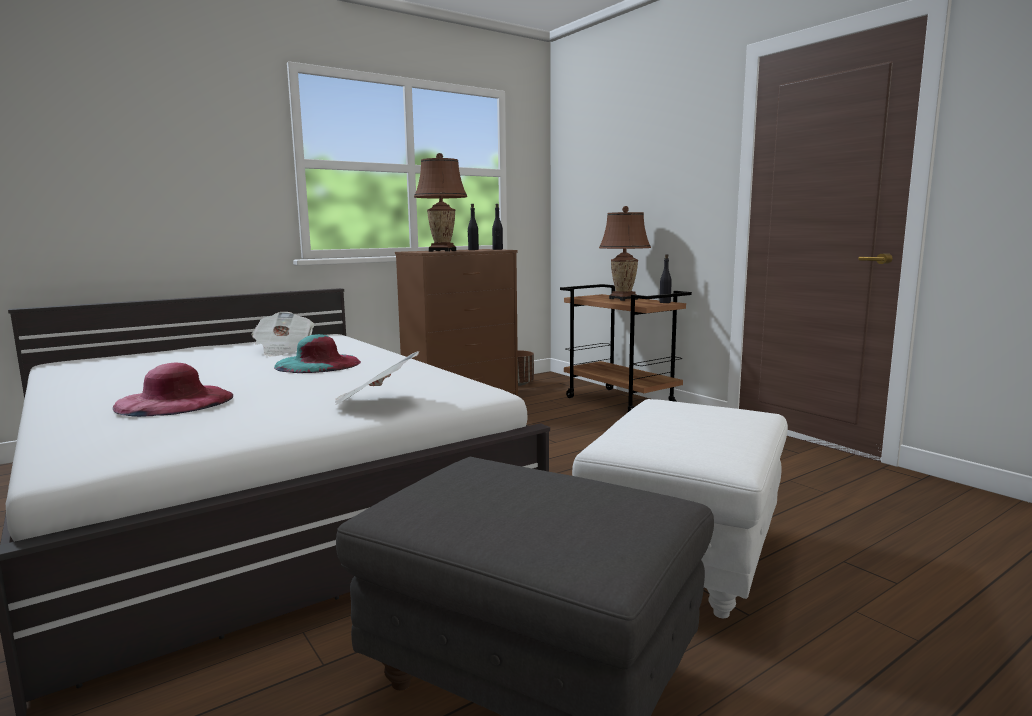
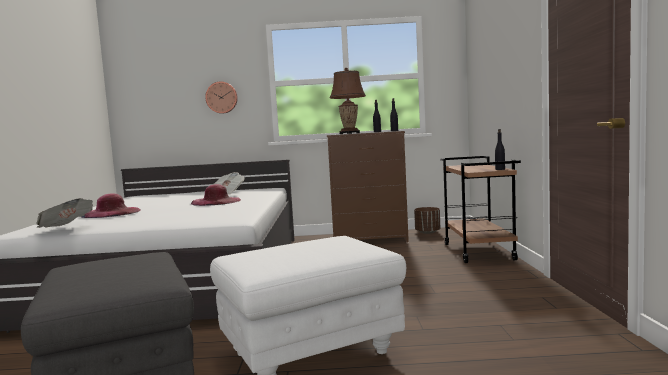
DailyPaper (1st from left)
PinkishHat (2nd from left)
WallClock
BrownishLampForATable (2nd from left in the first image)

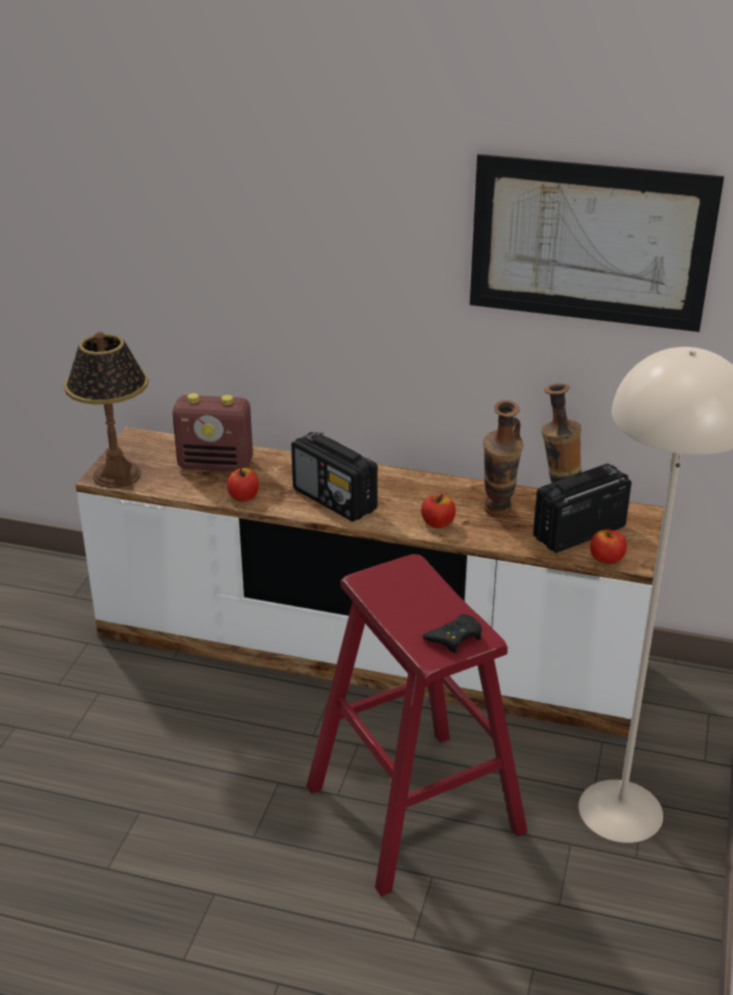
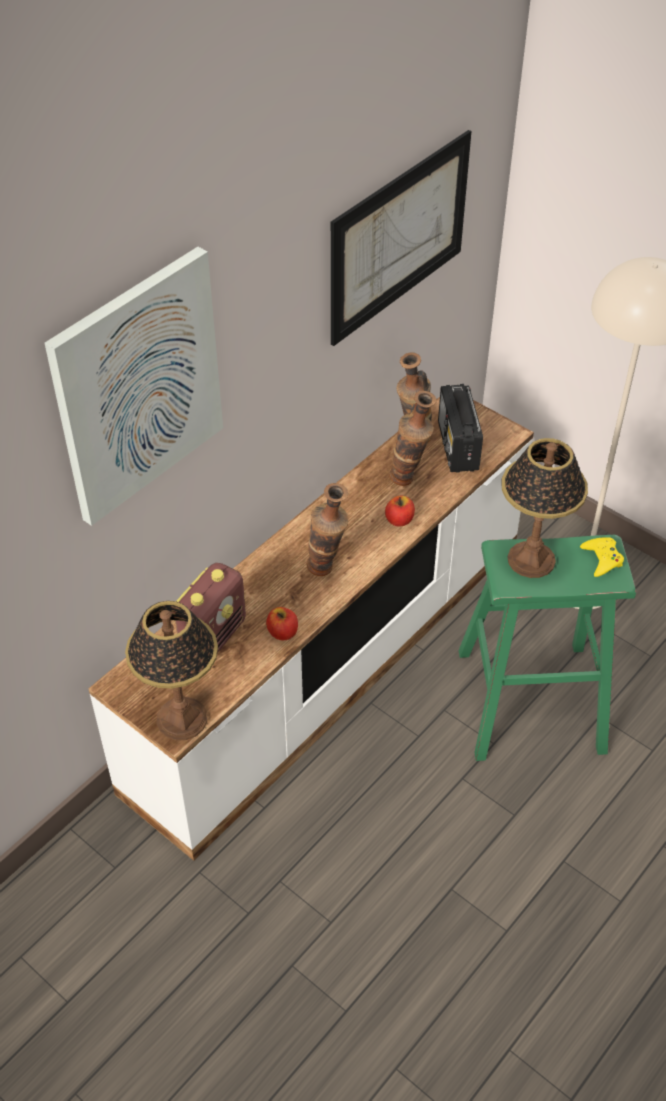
WallArt (1st from left)
Vase (1st from left)
GreenishStool
LampForATable (2nd from left)
YellowColouredGameController
AppleFruit (3rd from left in the first image)

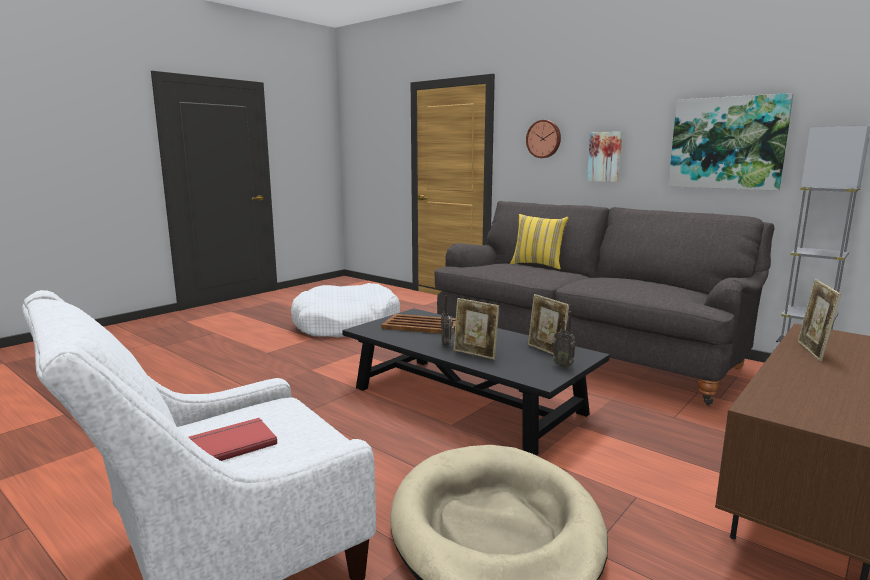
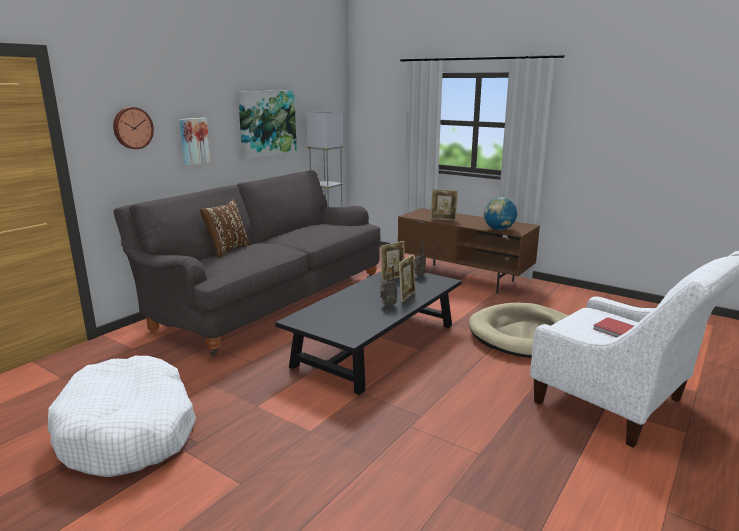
BrownishPillow
Globe
BrownishTray

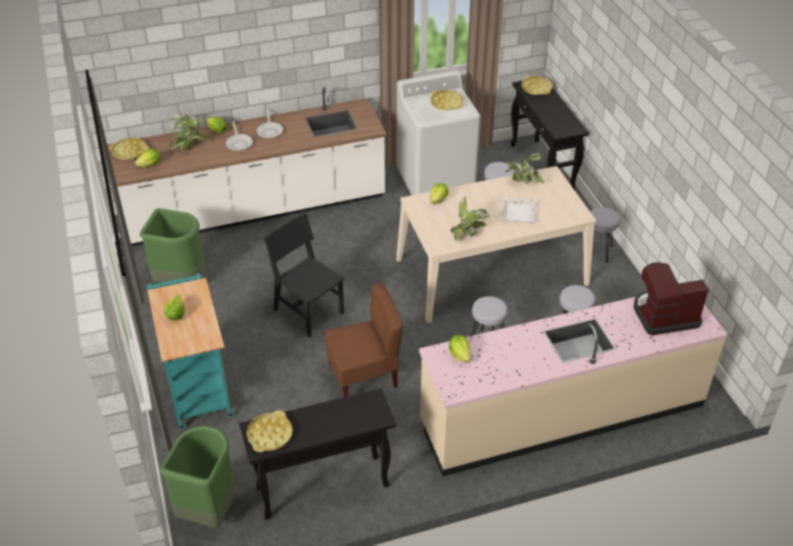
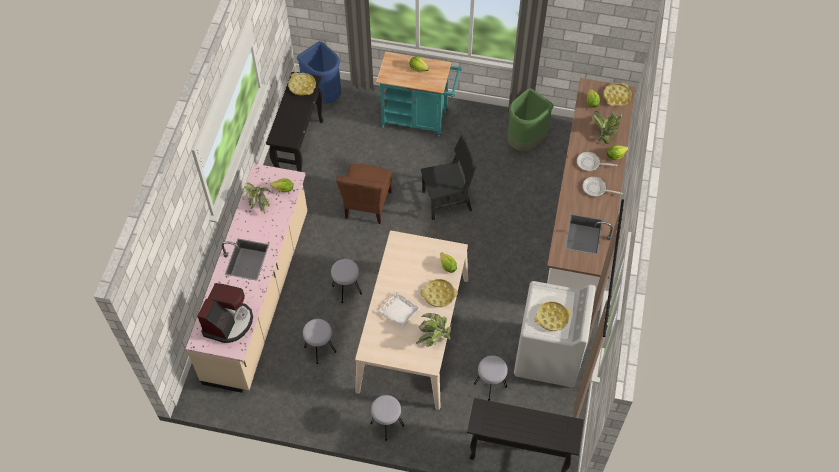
PottedPlant (1st from left)
BlueTrashCan
YellowColouredTray (2nd from left)

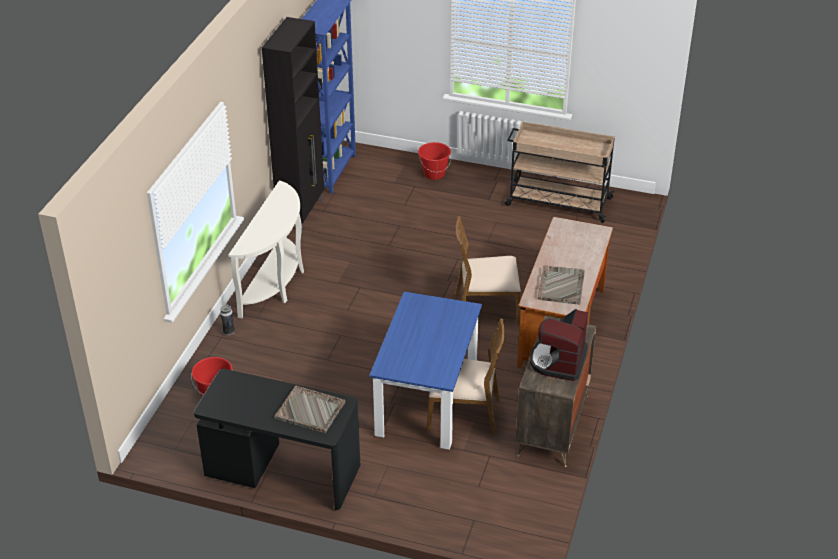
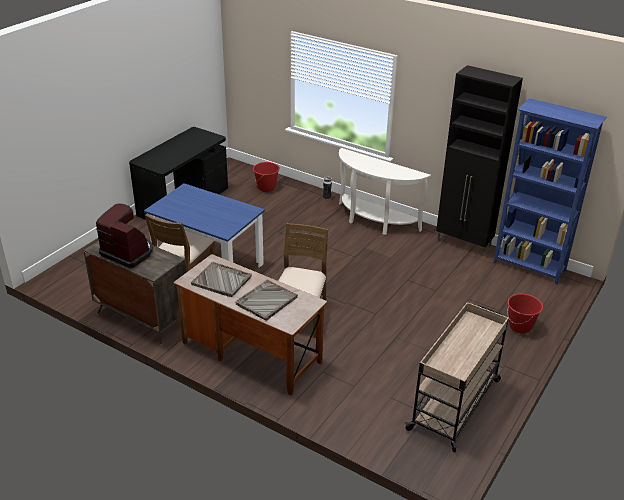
GreyishTray (2nd from left)

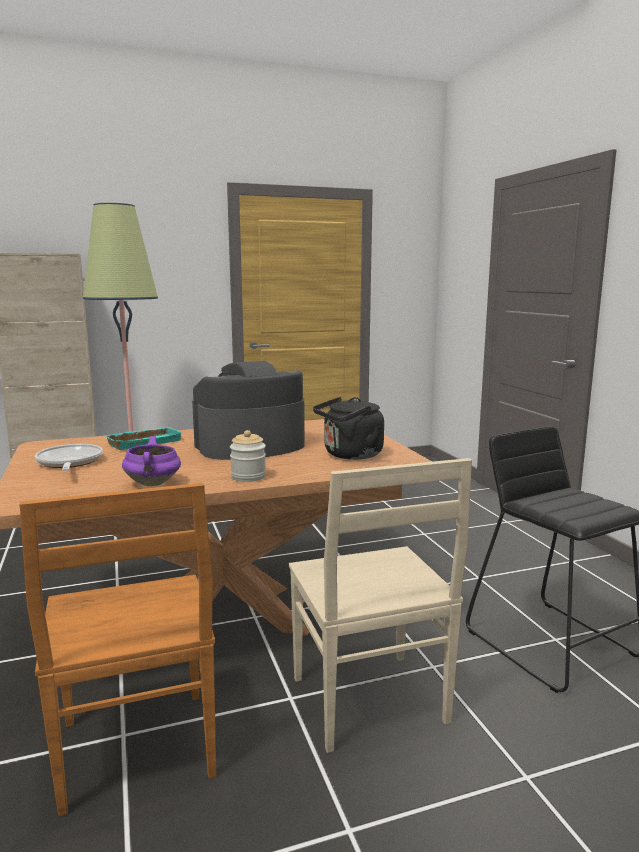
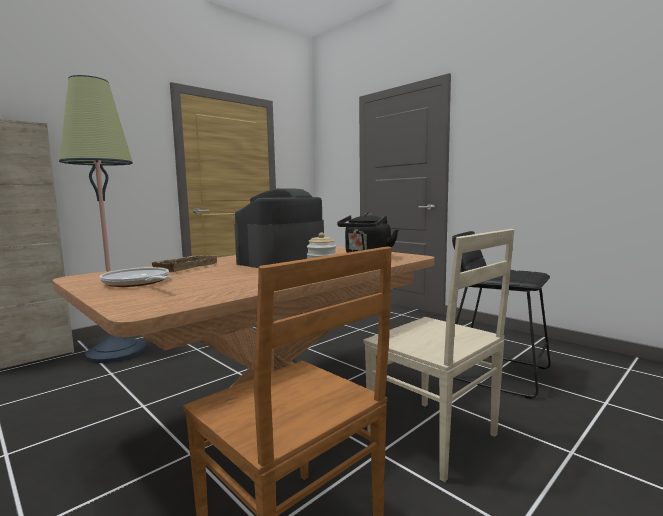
SandColouredTray
PurpleCookingPot

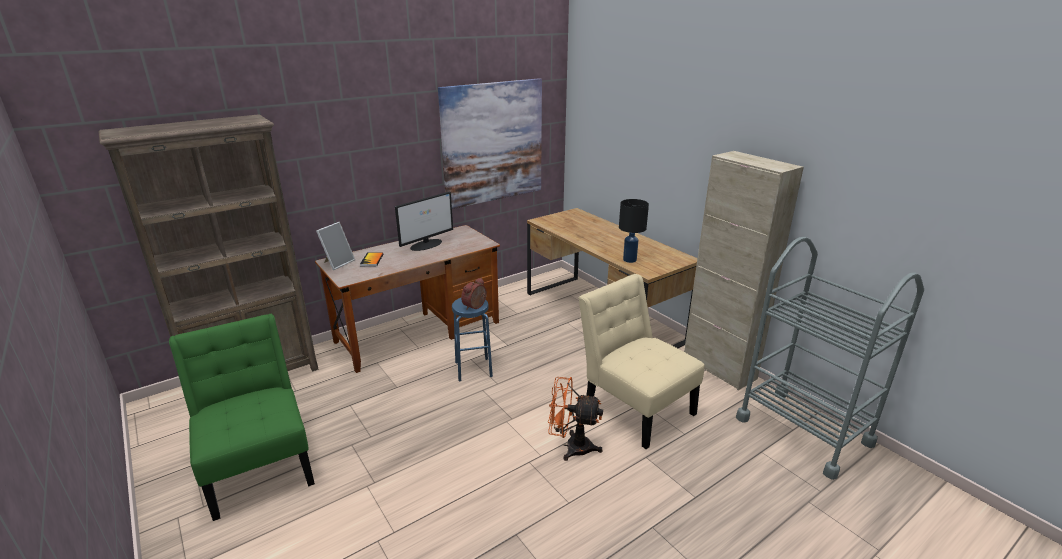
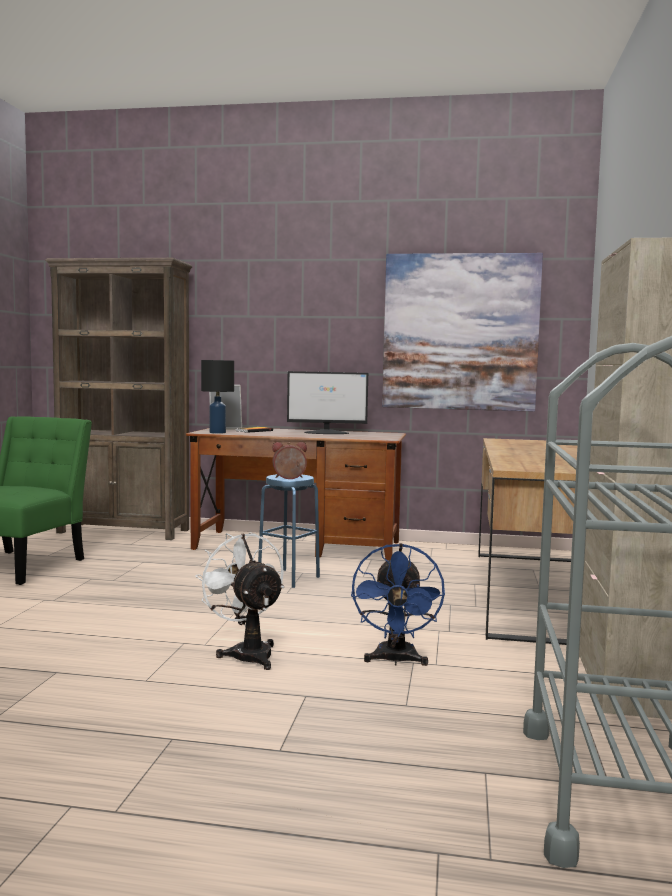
WhiteElectricFan
BlackColouredLampForATable
BlueElectricFan

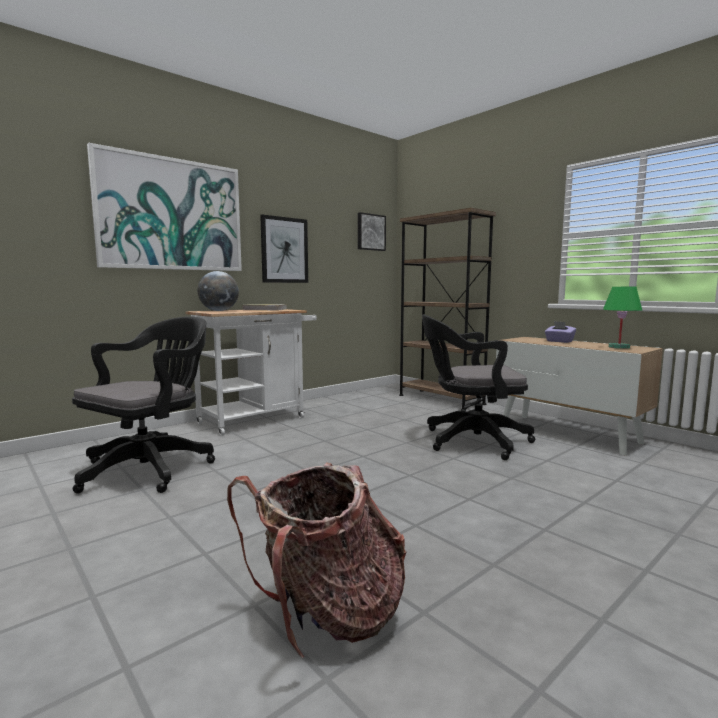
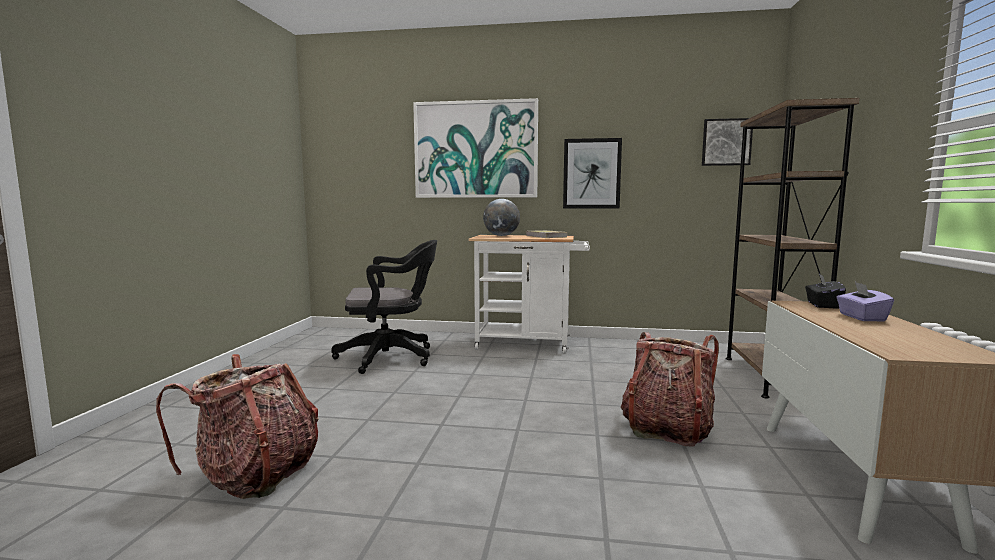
Rucksack (2nd from left)
BlackColouredTissueBox
GreenishLampForATable

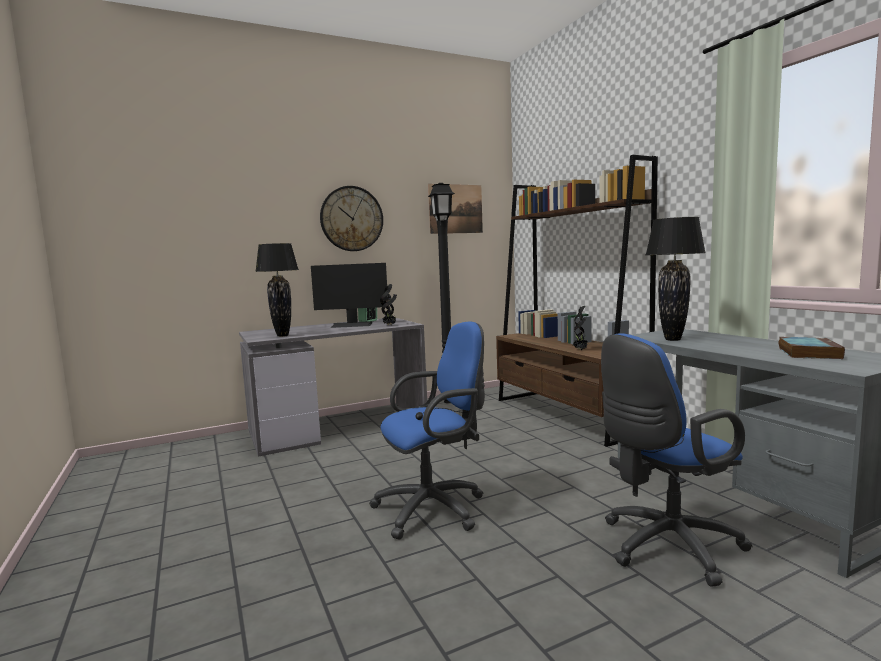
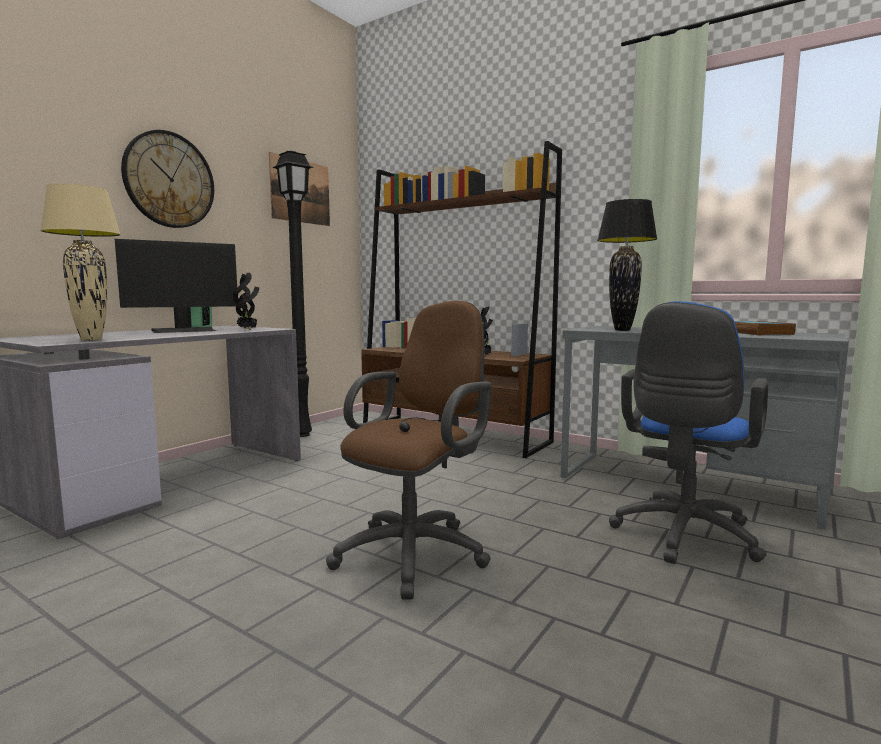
SandColouredLampForATable
BrownishDeskChair

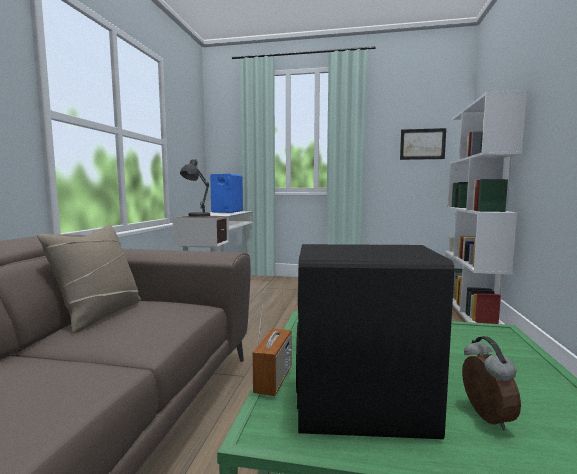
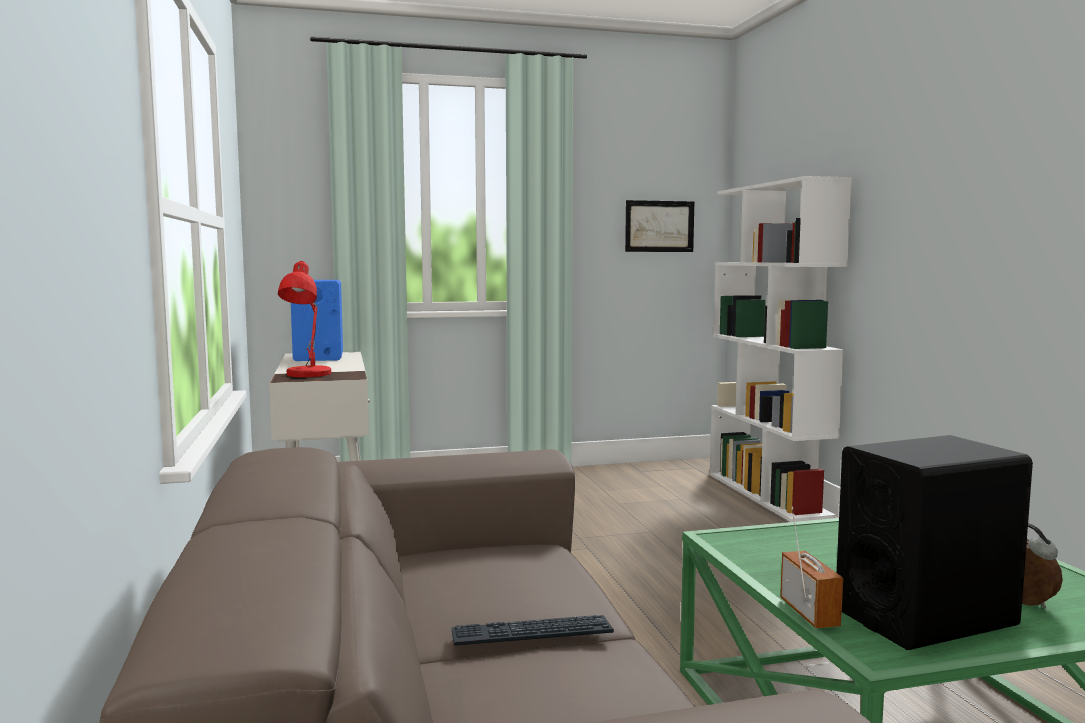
RedLampForATable
PcKeyboard
SandColouredPillow

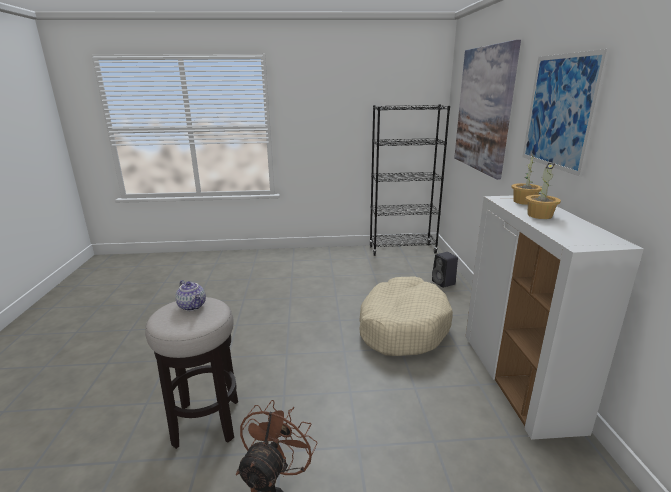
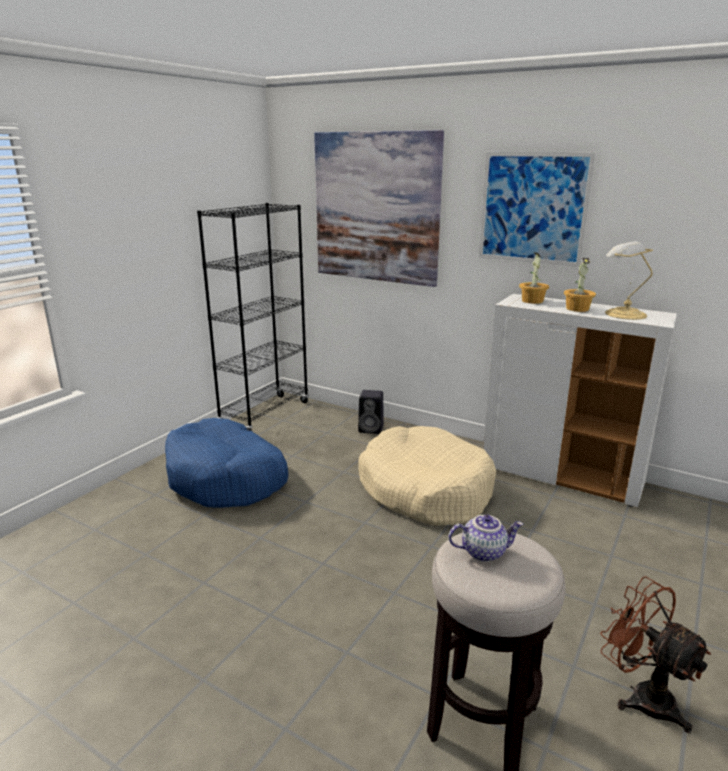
BlueDogBed
LampForATable

